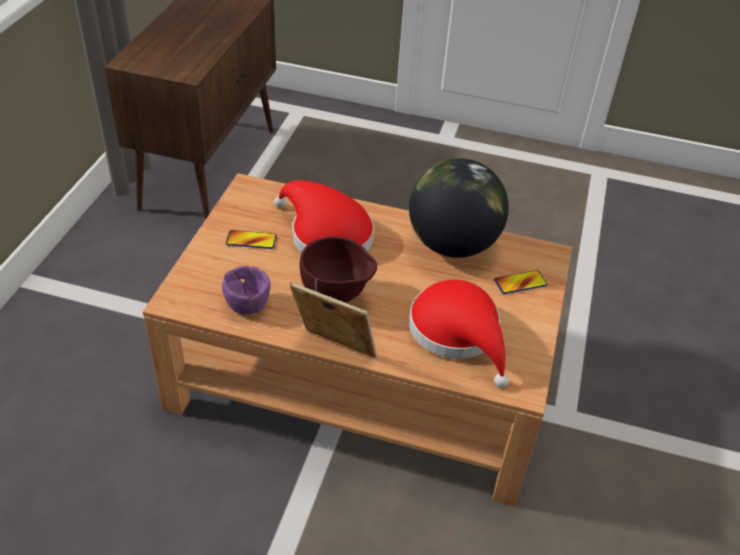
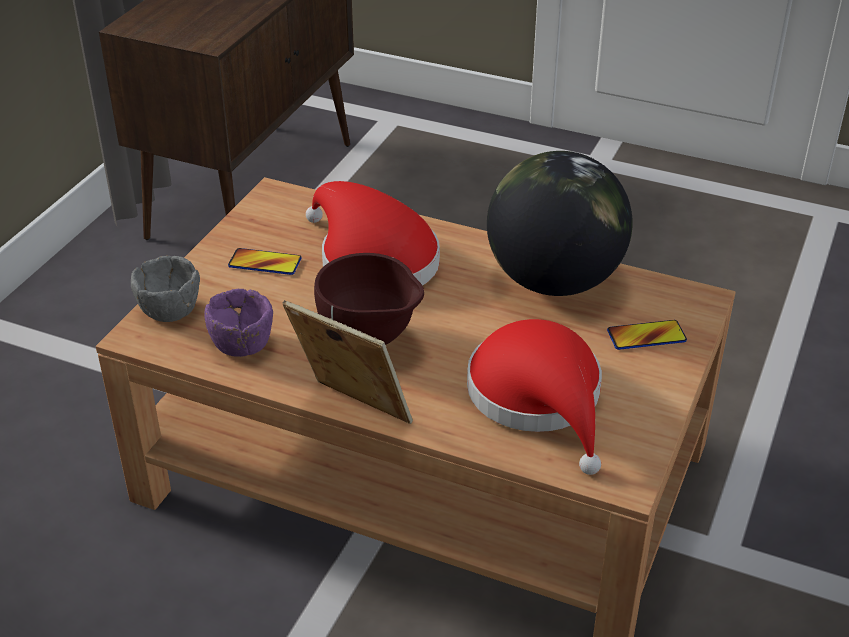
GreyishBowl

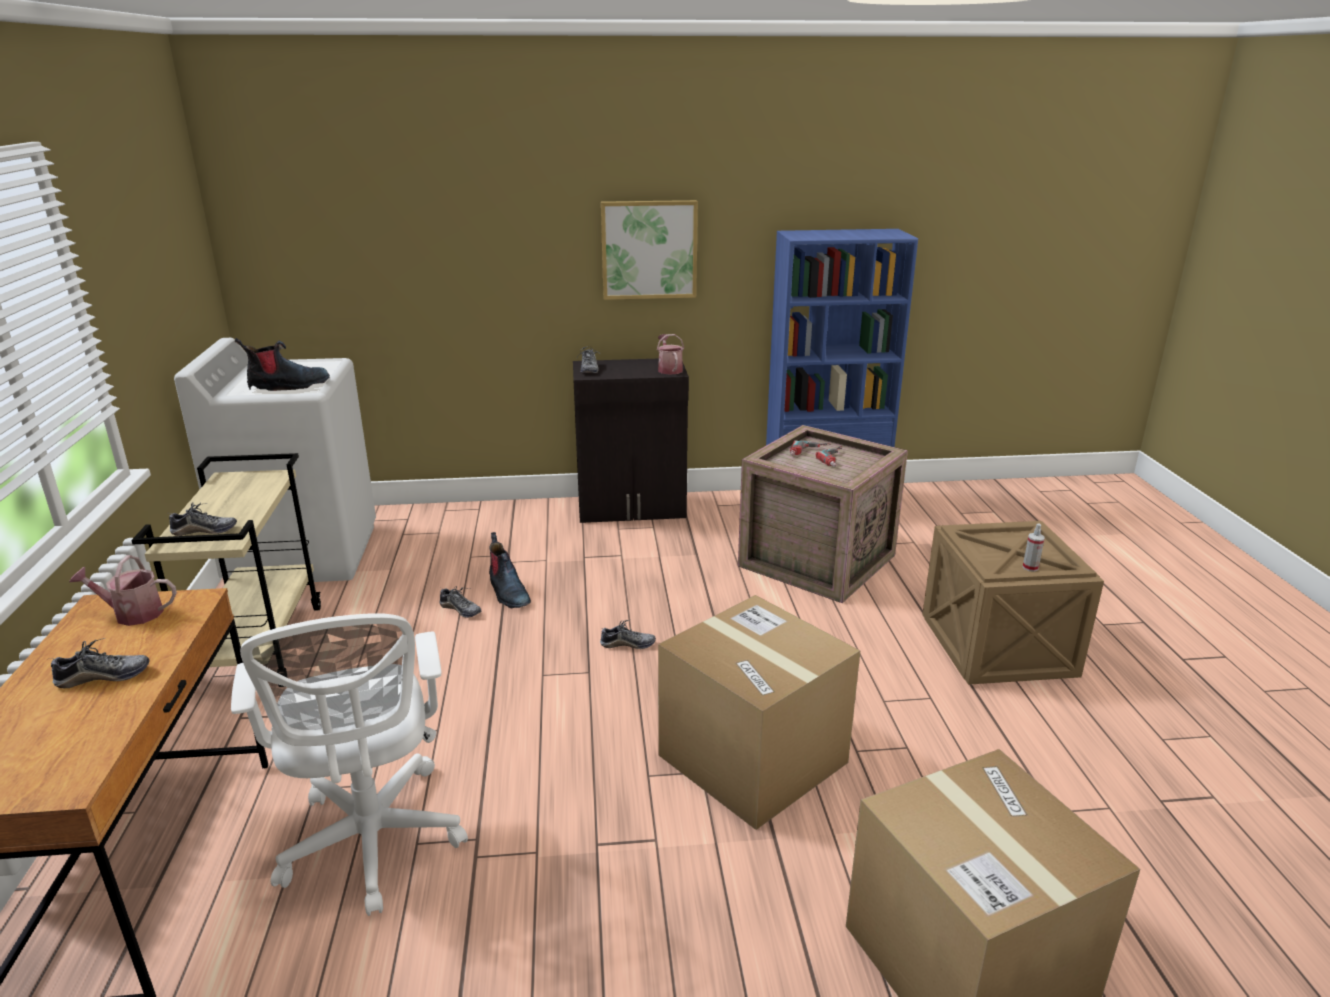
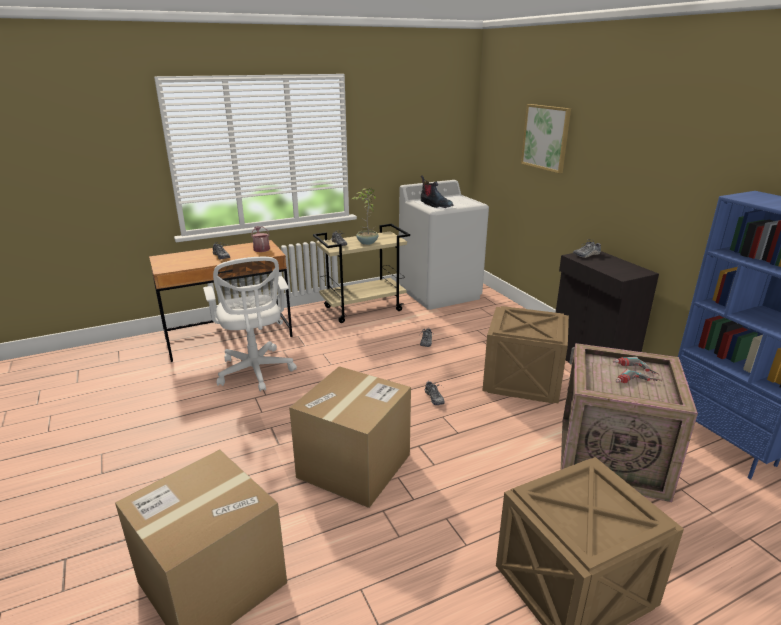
WhiteDeskChair
PottedPlant
PackingCrate (1st from left)
WallArt
HighTopBoot (2nd from left in the first image)
WateringCan (2nd from left in the first image)
Sprayer

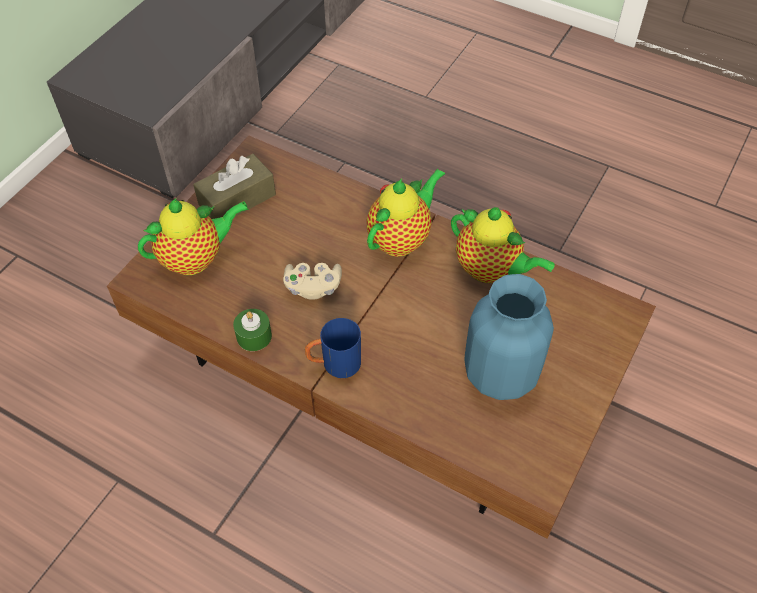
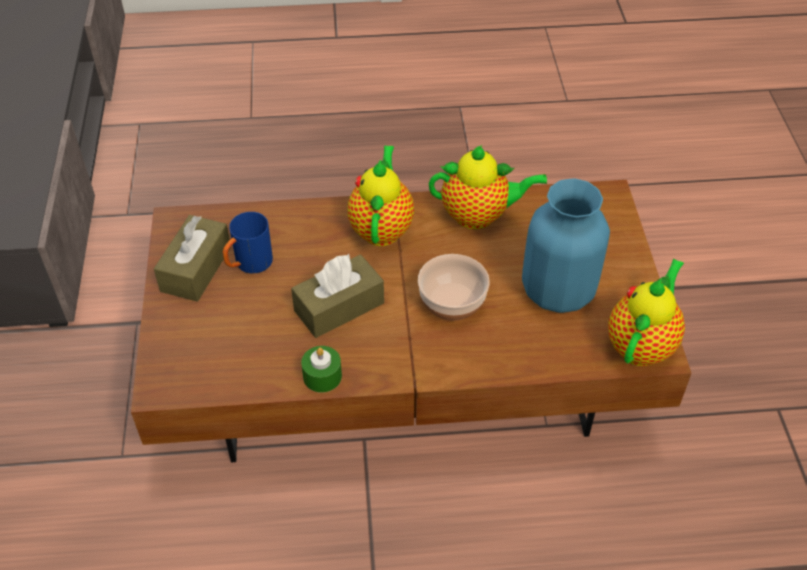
BlueCoffeeMug
BrownishTissueBox (2nd from left)
Bowl
Teapot (3rd from left)

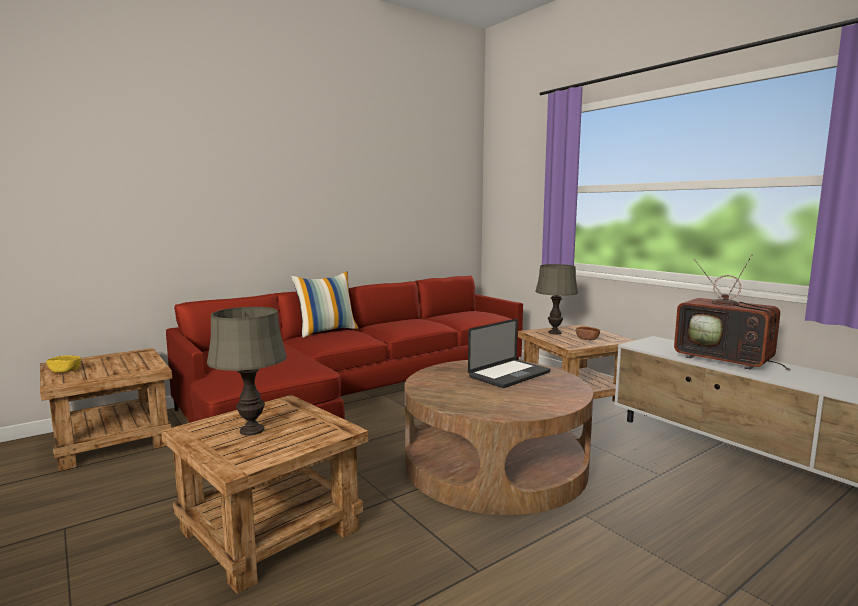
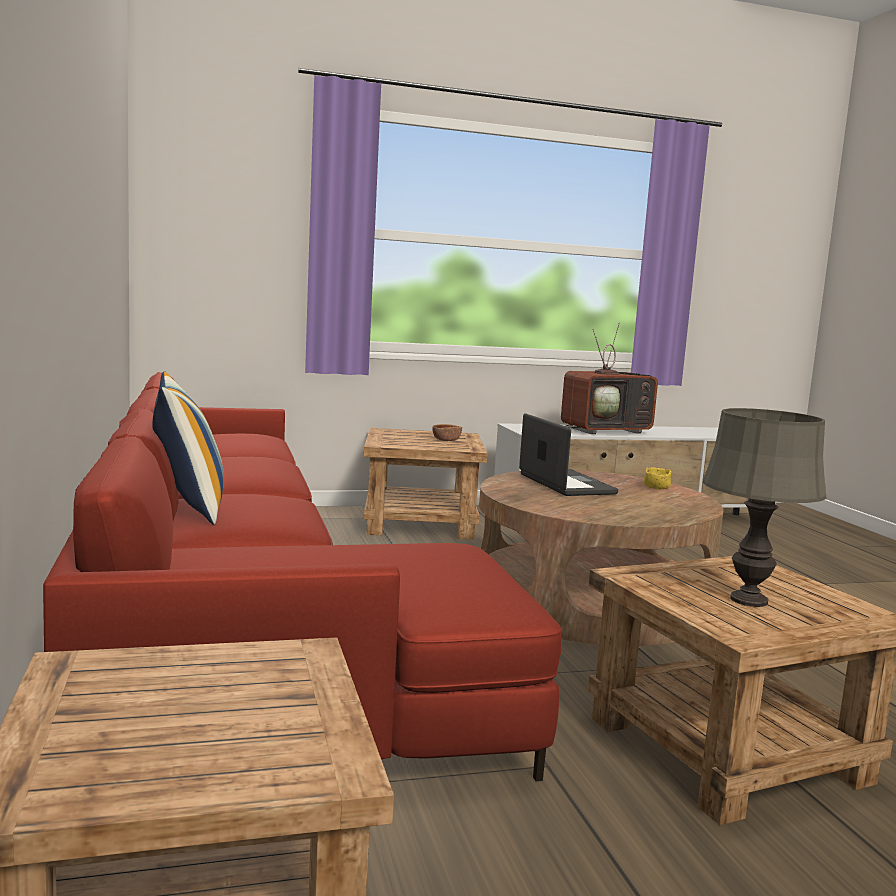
YellowColouredBowl
GreyishLampForATable (2nd from left in the first image)

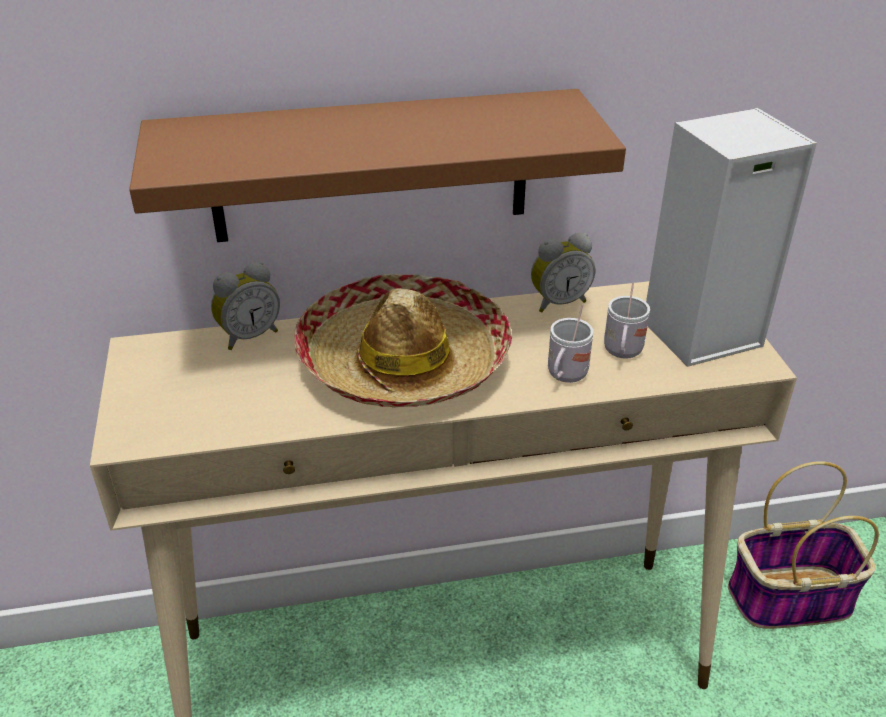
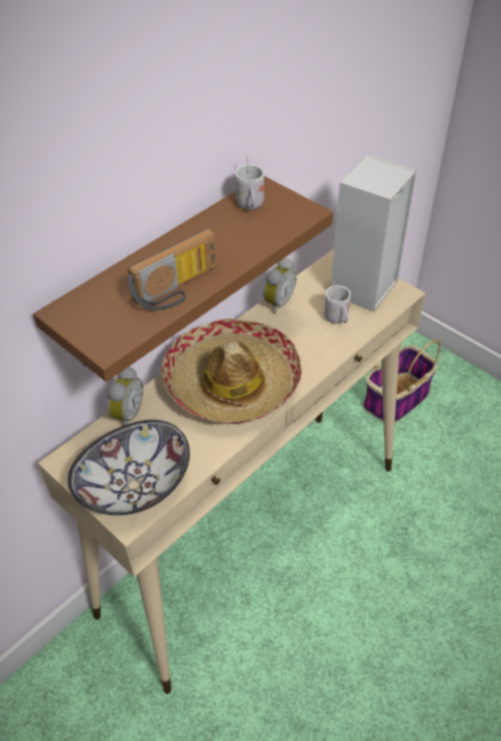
Bowl
Radio
WhiteCoffeeMug (1st from left)

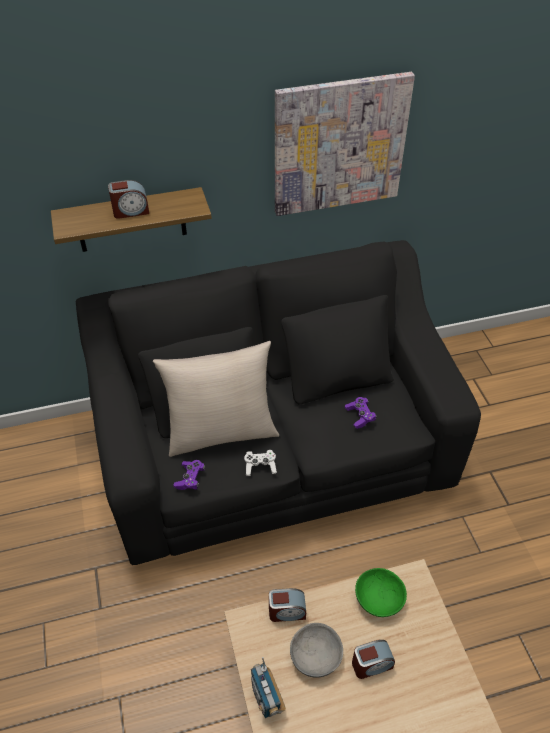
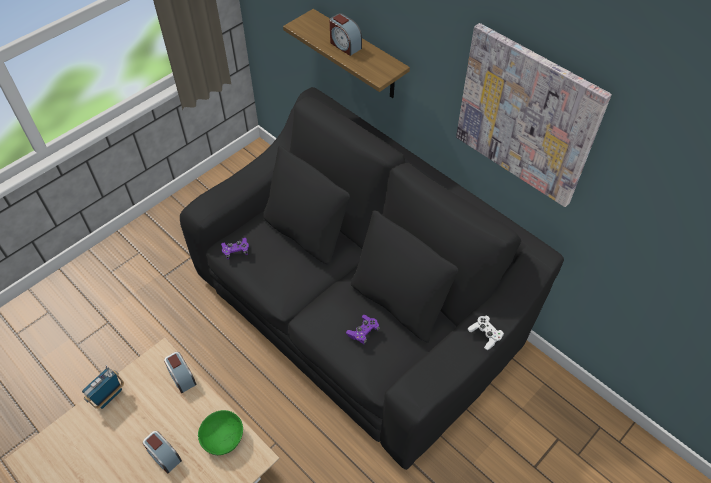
WhiteGameController
SandColouredPillow
GreyishBowl

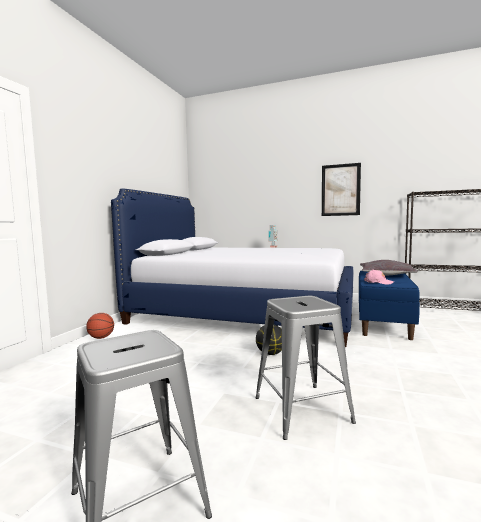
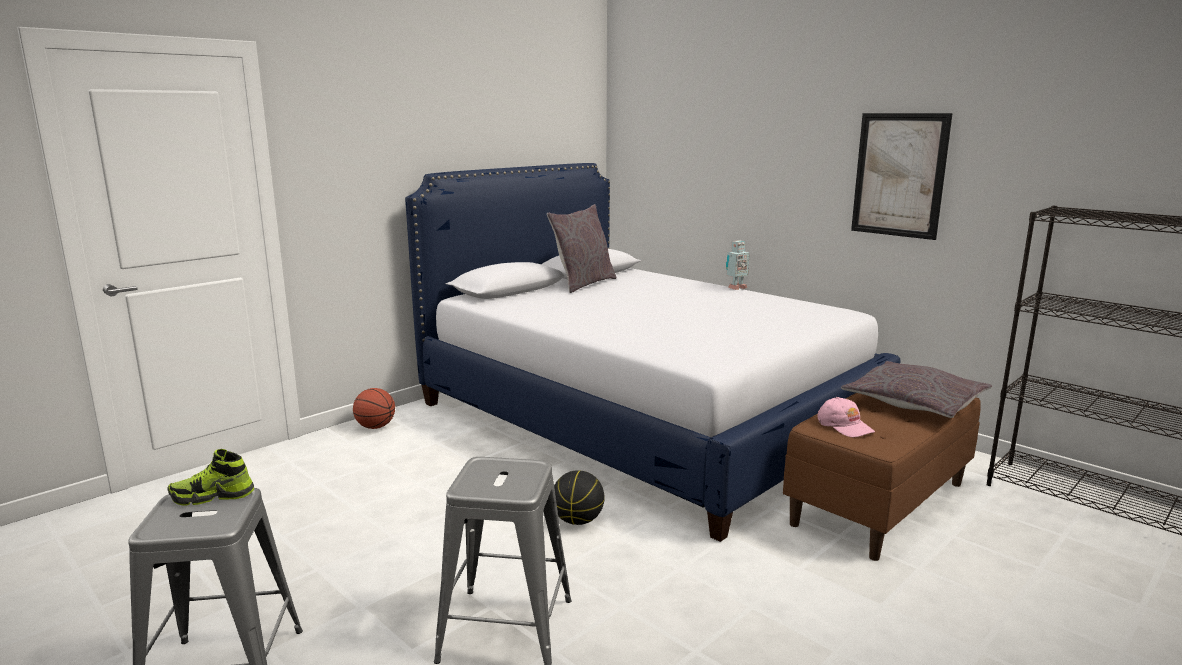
LowShoe
GreyishPillow (1st from left)
BrownishBench

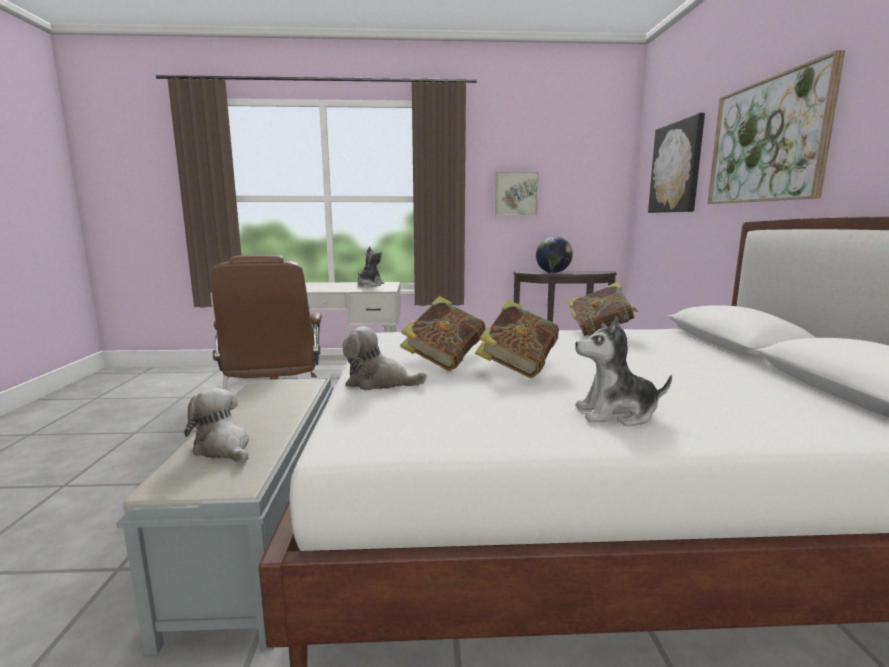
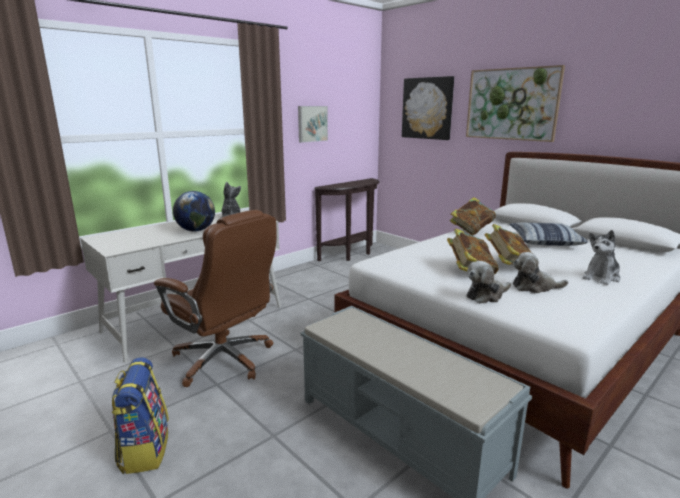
Rucksack
Globe
Pillow
SoftToy (3rd from left)

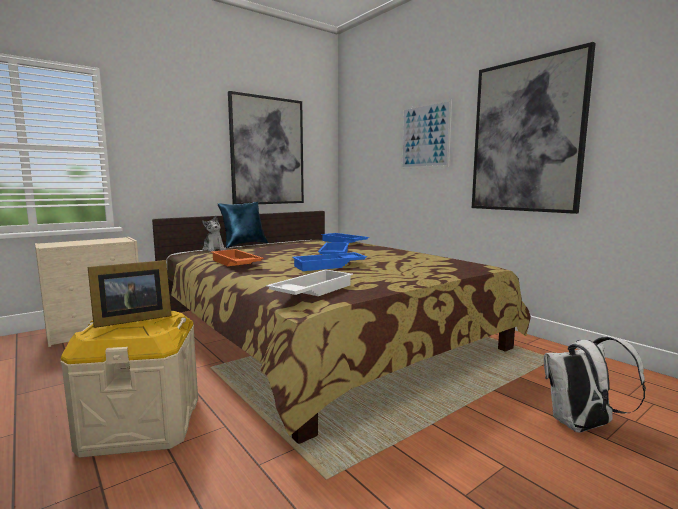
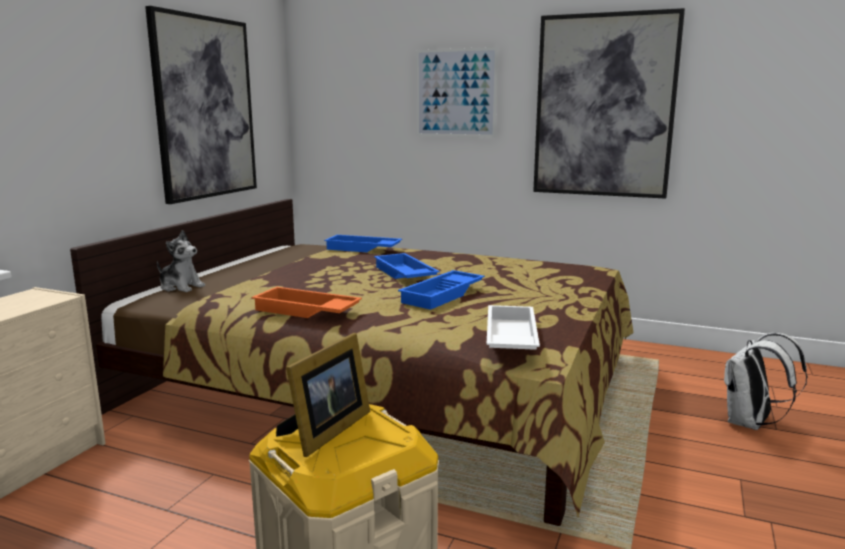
BluePillow

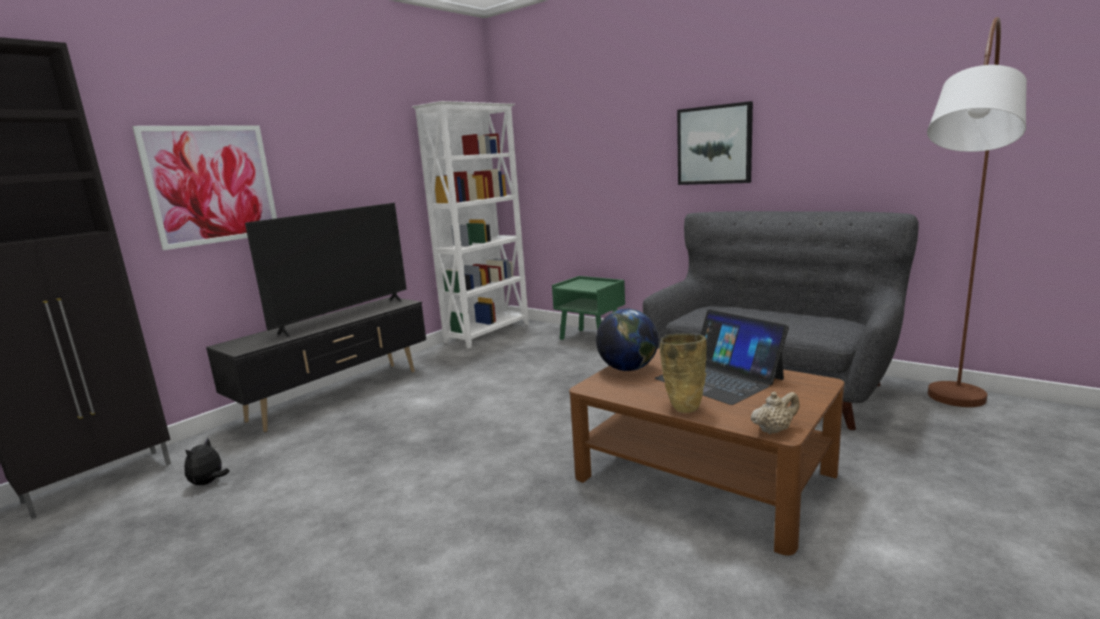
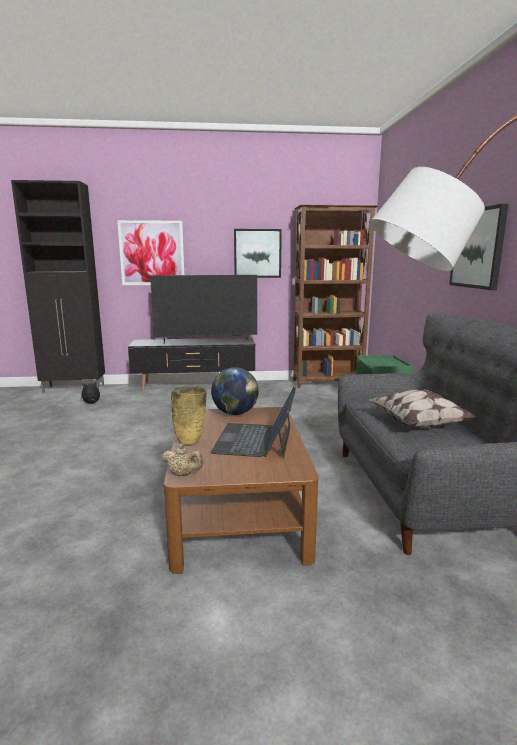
WallArt (2nd from left)
BrownishBookcase
Pillow

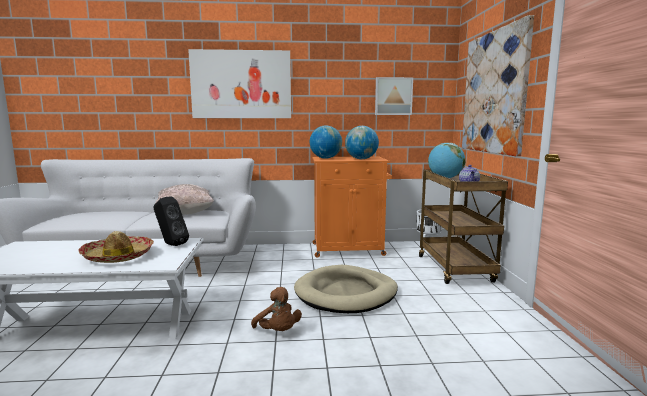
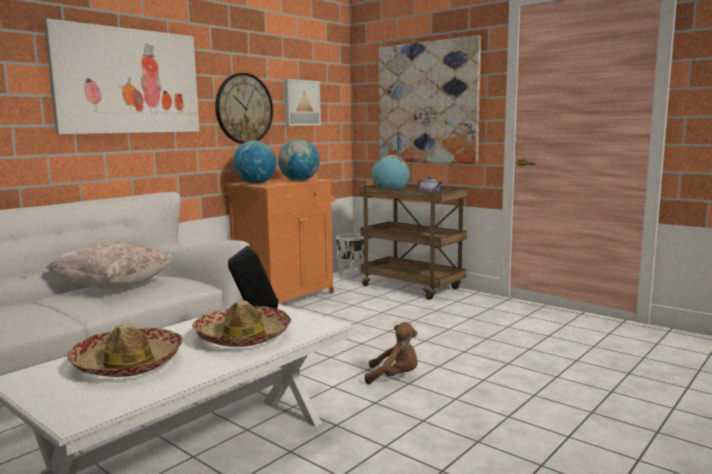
Hat (1st from left)
WallClock
SandColouredDogBed

